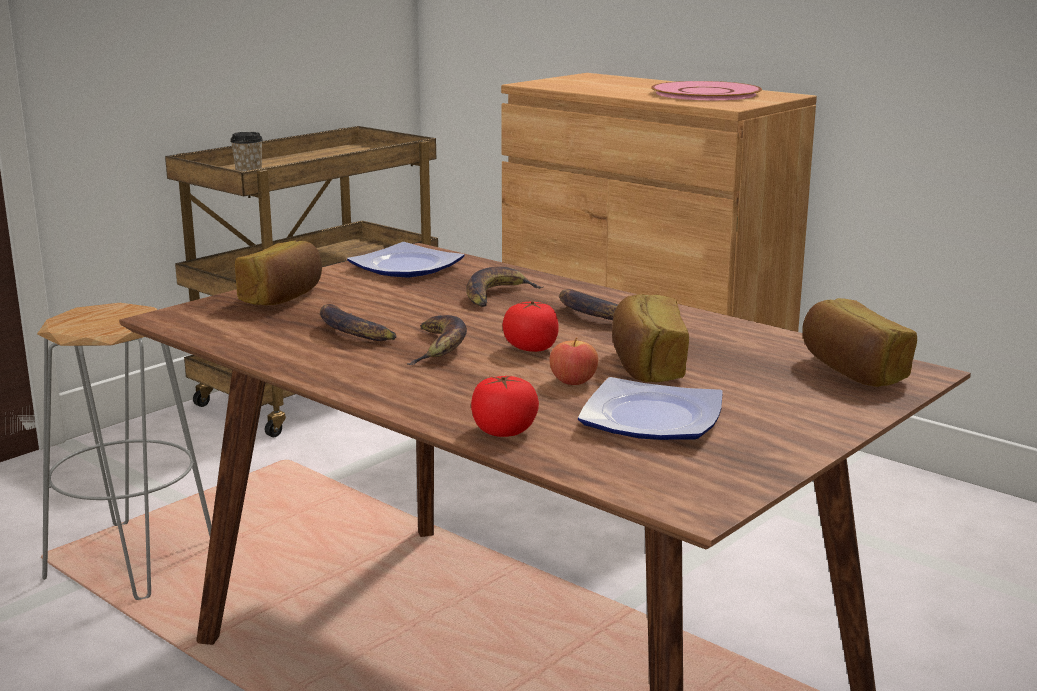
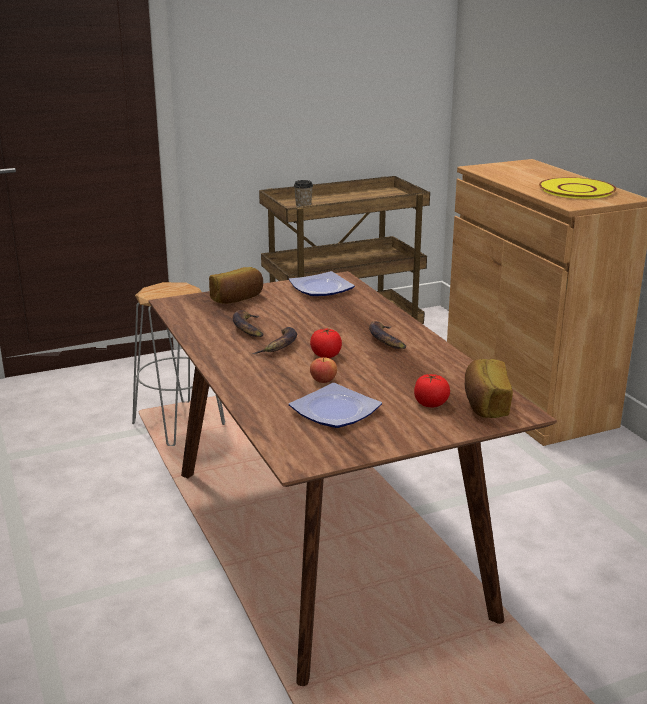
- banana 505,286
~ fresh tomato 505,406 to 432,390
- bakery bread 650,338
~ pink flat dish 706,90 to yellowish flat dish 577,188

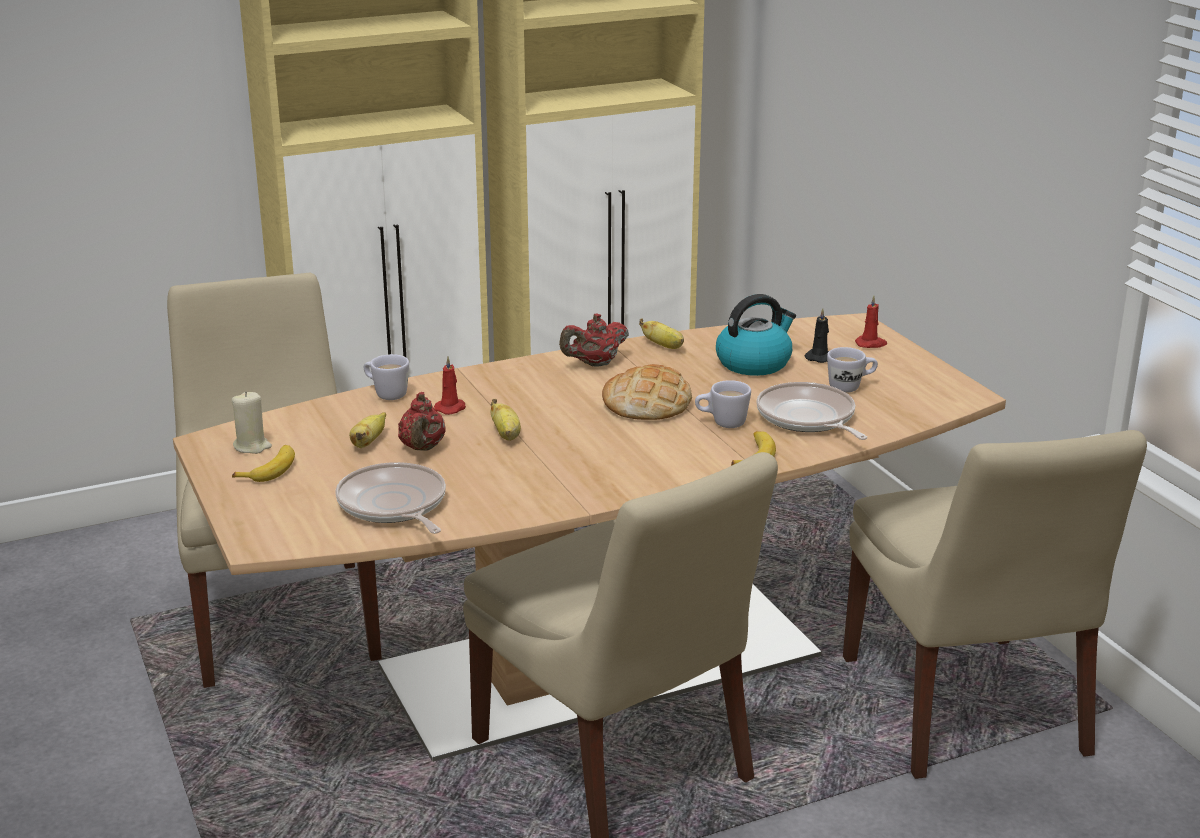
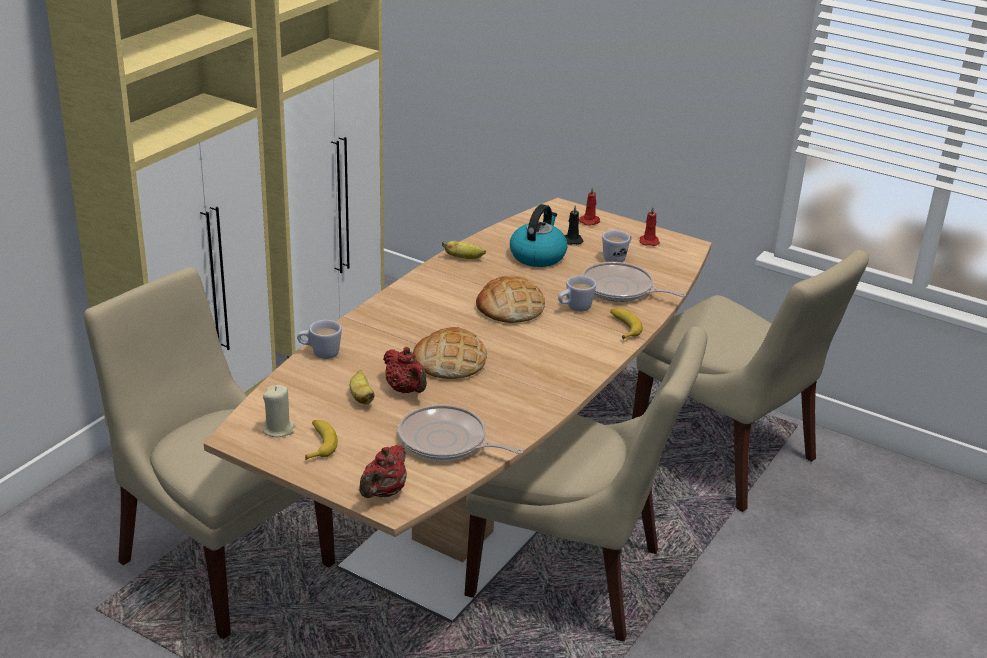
~ red-coloured candle 450,385 to 649,226
~ banana 506,420 to bakery bread 450,353
~ red-coloured pot for tea 594,340 to 383,471

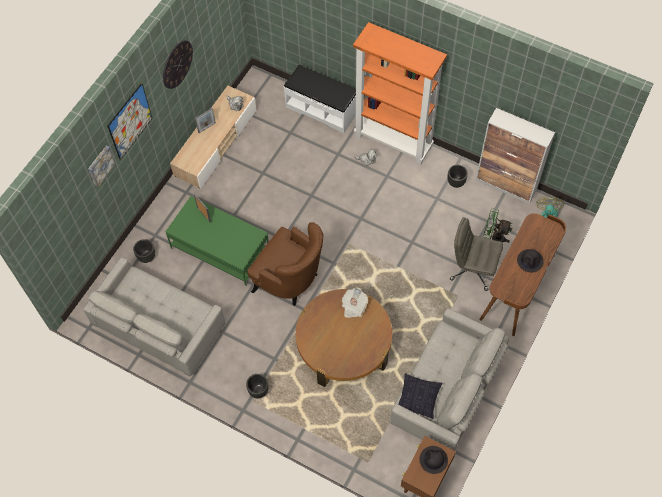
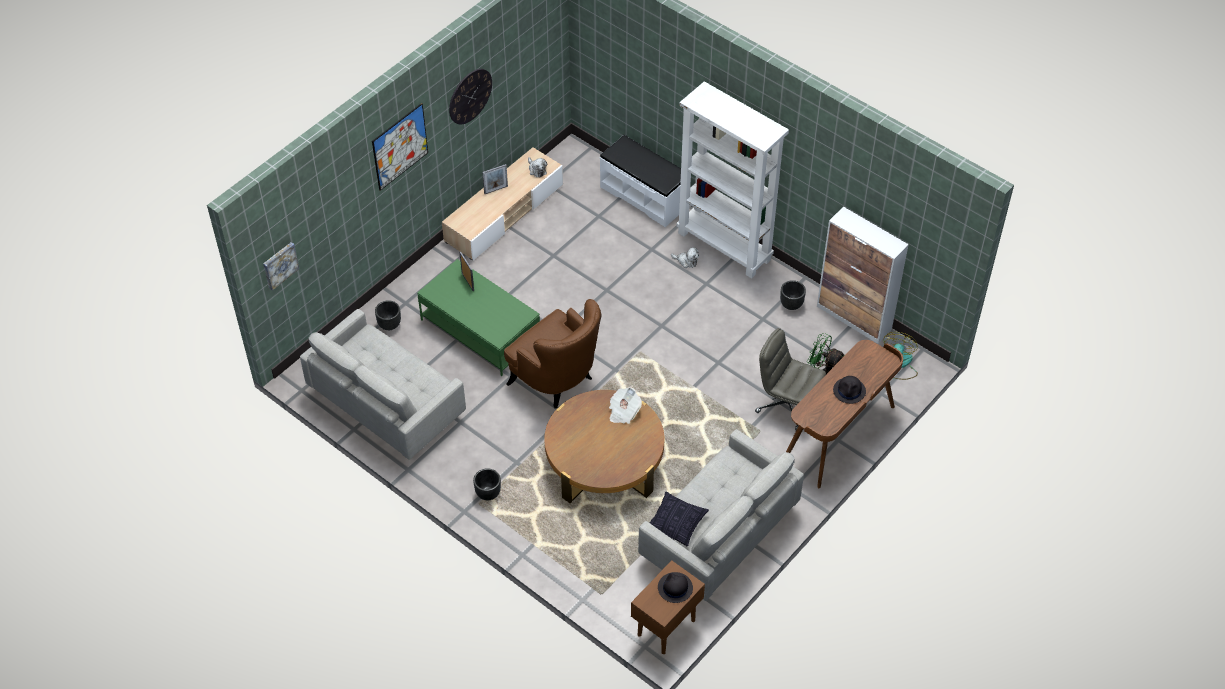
~ wall art 102,166 to 281,266
~ orange shelving unit 400,93 to white-coloured shelving unit 732,179

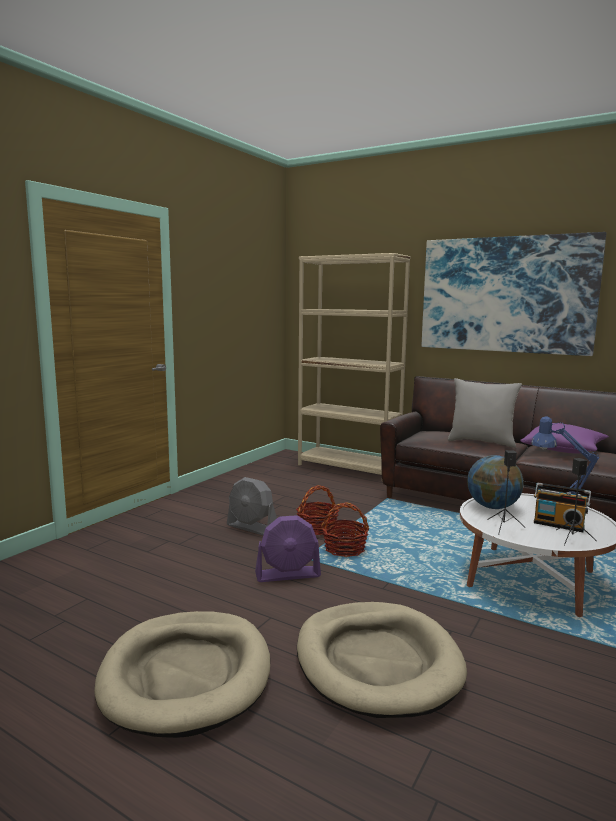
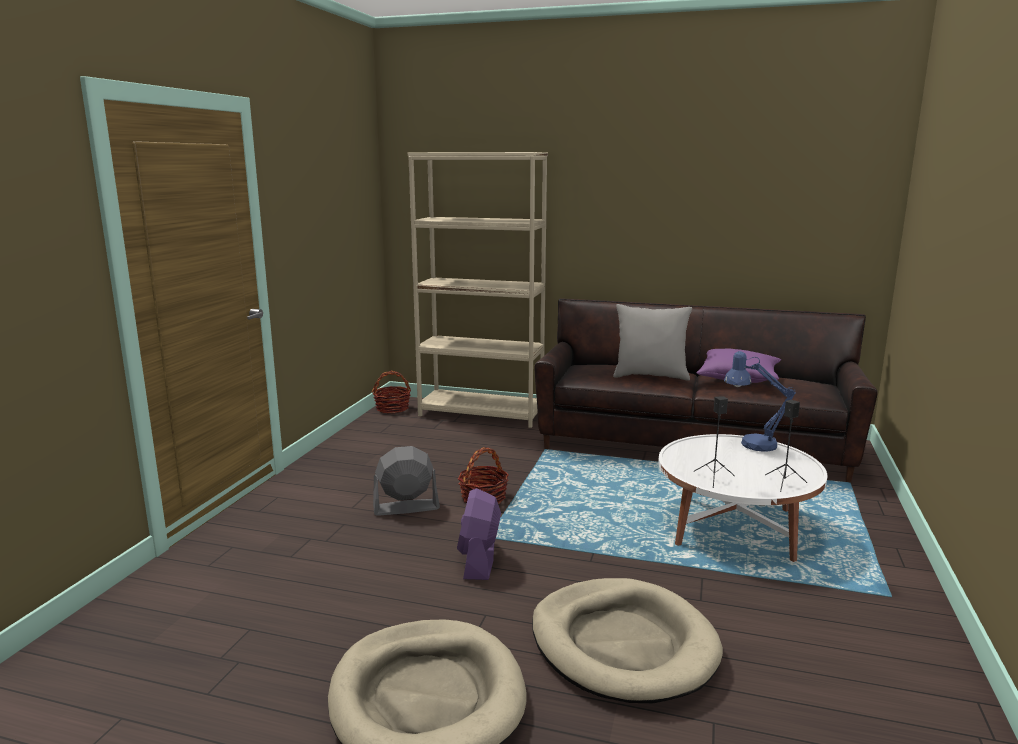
~ gray fan 252,506 = 406,481 150 degrees clockwise
~ purplish fan 288,548 = 479,534 120 degrees clockwise
~ household basket 345,529 to 391,392
- wall art 514,294
- world globe 495,482
- radio receiver 562,507

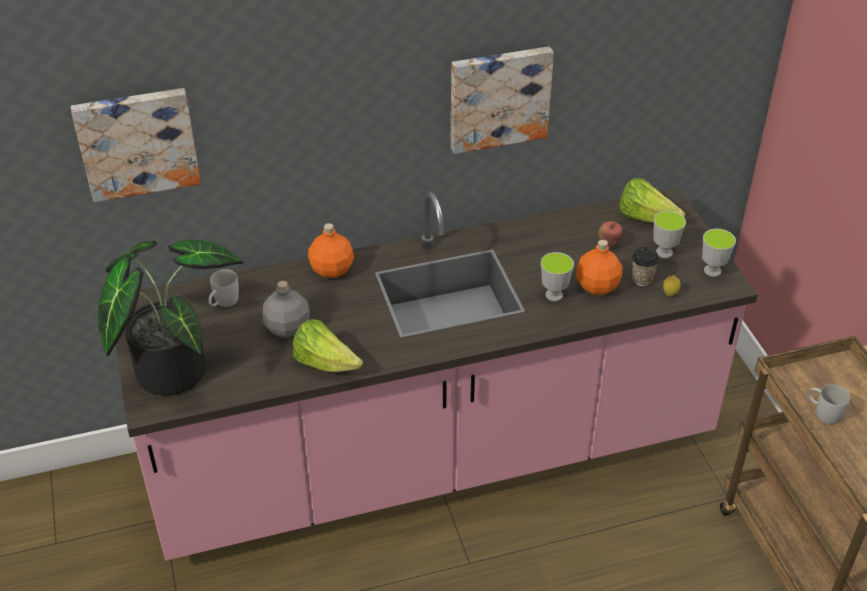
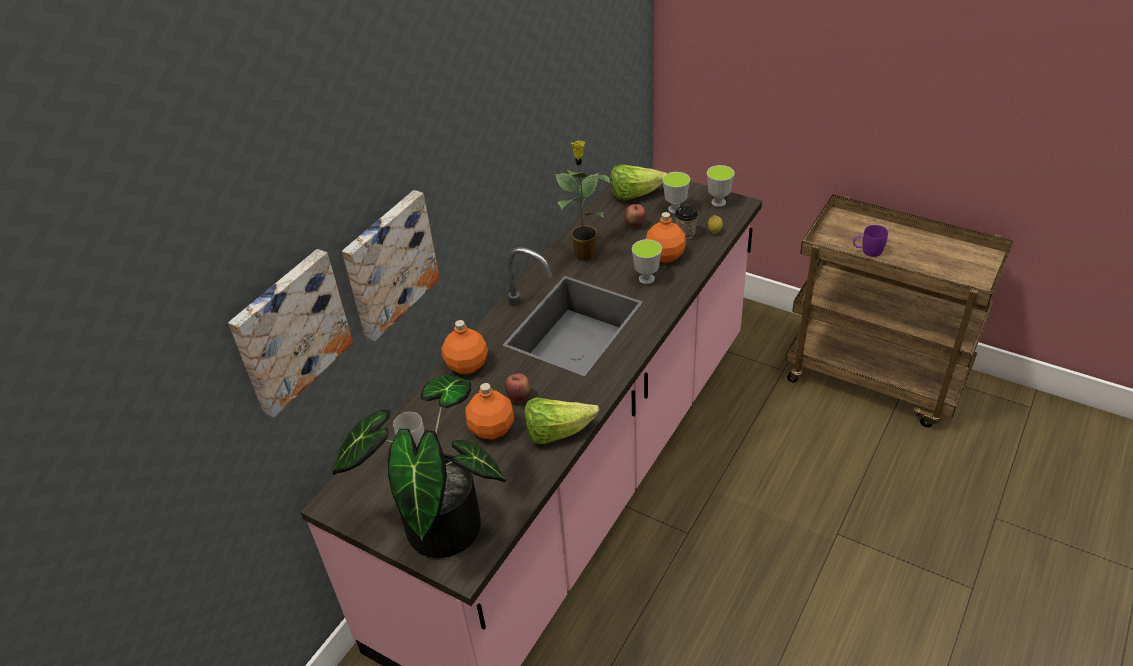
~ gray bottle 285,309 to orange bottle 489,411
~ wall art 502,100 to 391,266
~ white-coloured coffee mug 829,404 to purplish coffee mug 870,241
+ apple fruit 518,388
+ potted plant 583,201

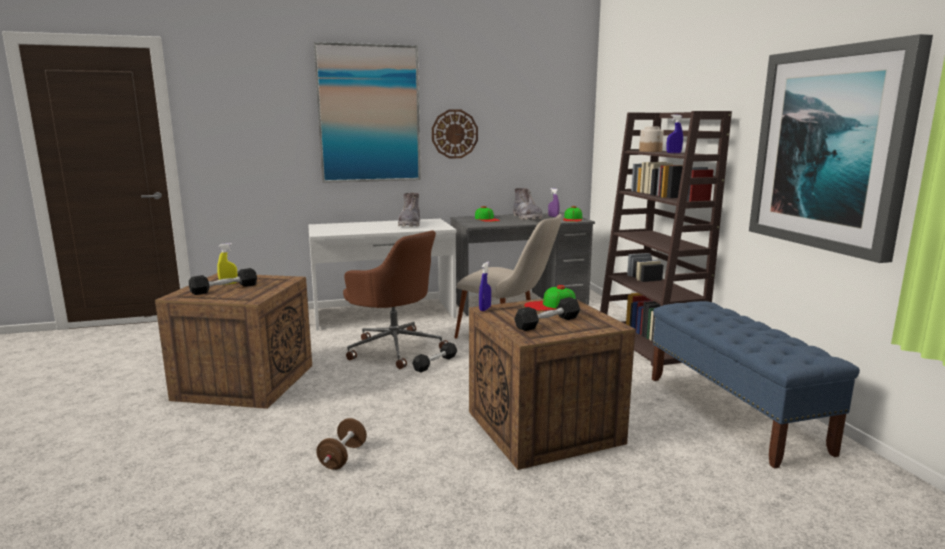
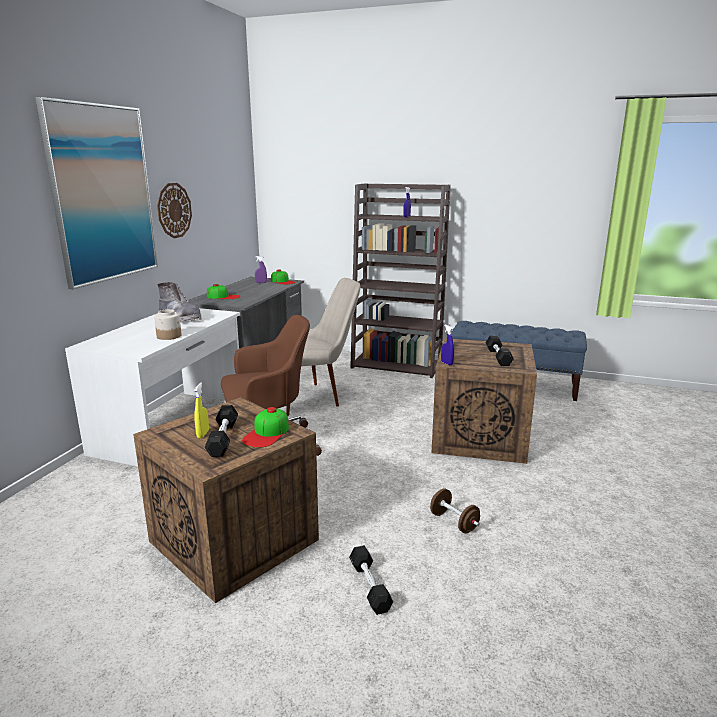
~ blackish free weight 434,357 to 371,580
- gray tall boot 527,204
~ baseball cap 550,298 to 265,427
~ preserve jar 651,139 to 167,324
- wall art 841,148

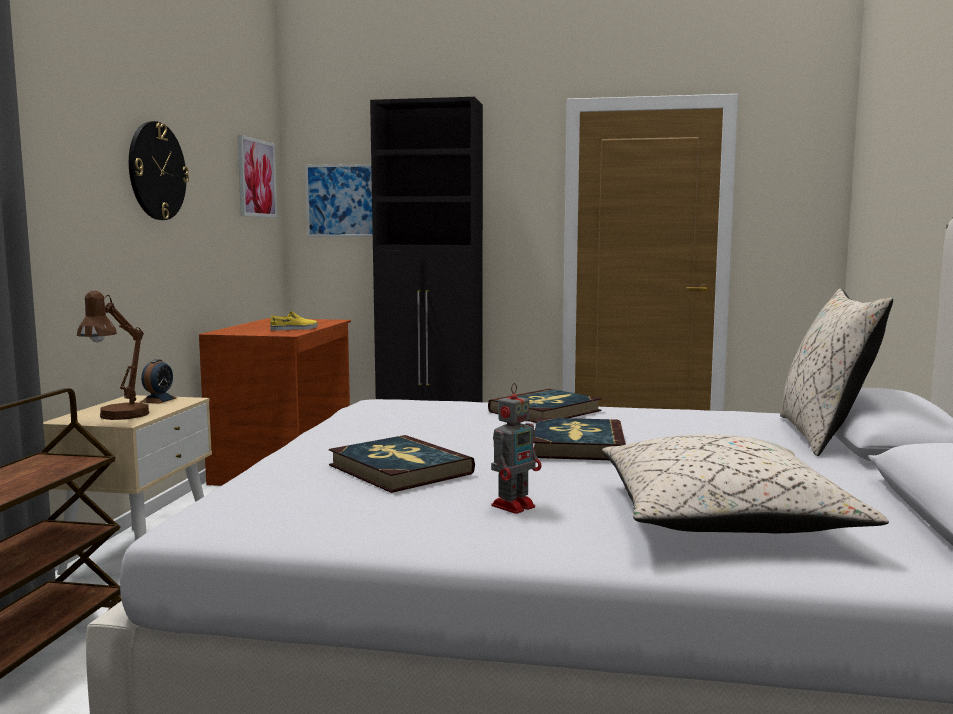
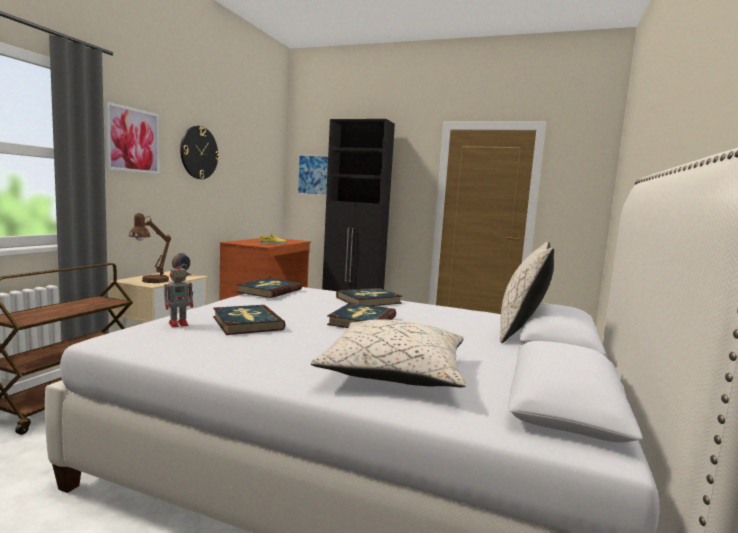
~ wall art 257,176 to 131,138
~ model robot 516,448 to 178,294
+ volume 269,288

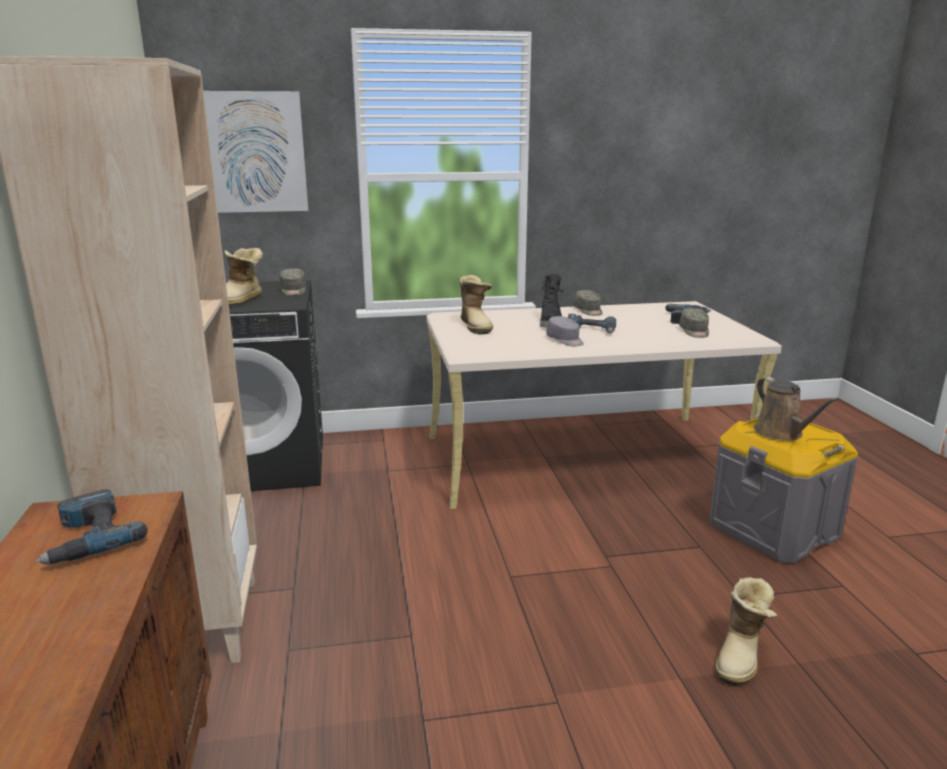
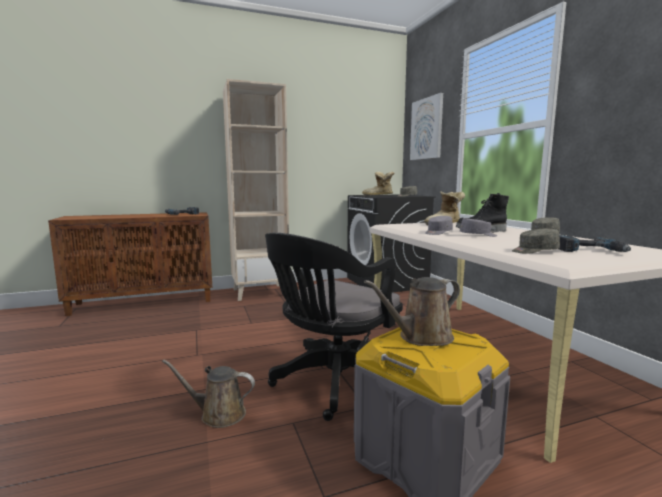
~ power drill 592,324 to gray baseball cap 478,227
~ tall boot 746,631 to brown watering pot 208,394
+ blackish computer chair 334,327

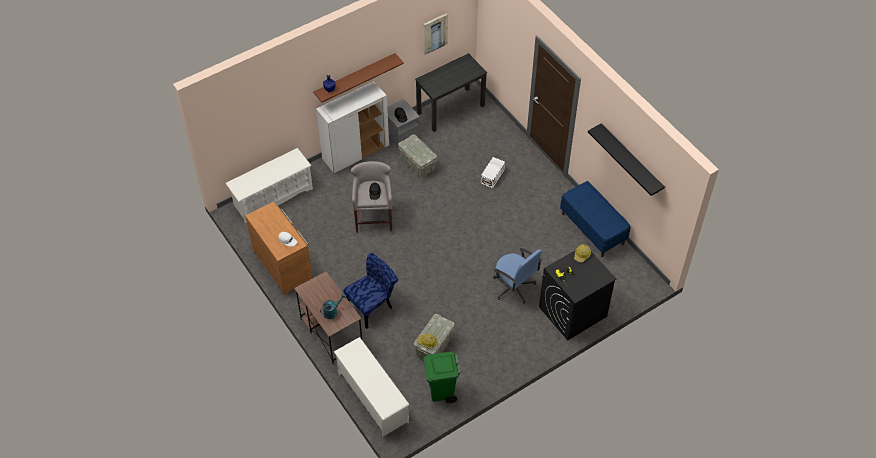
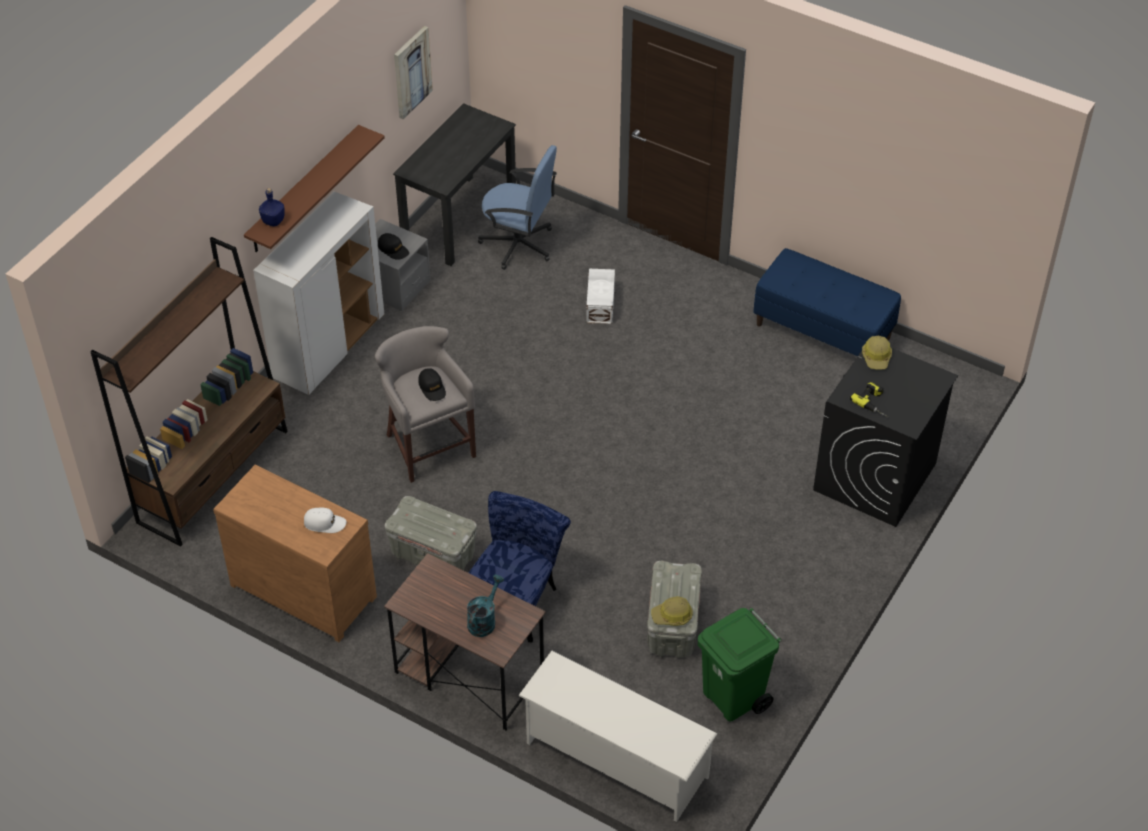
~ white-coloured shoe shelf 269,185 to brown shelving unit 189,392
~ gray storage bin 417,156 to 430,533
~ blue-coloured computer chair 517,275 to 517,207
- blackish bracket shelf 626,160

